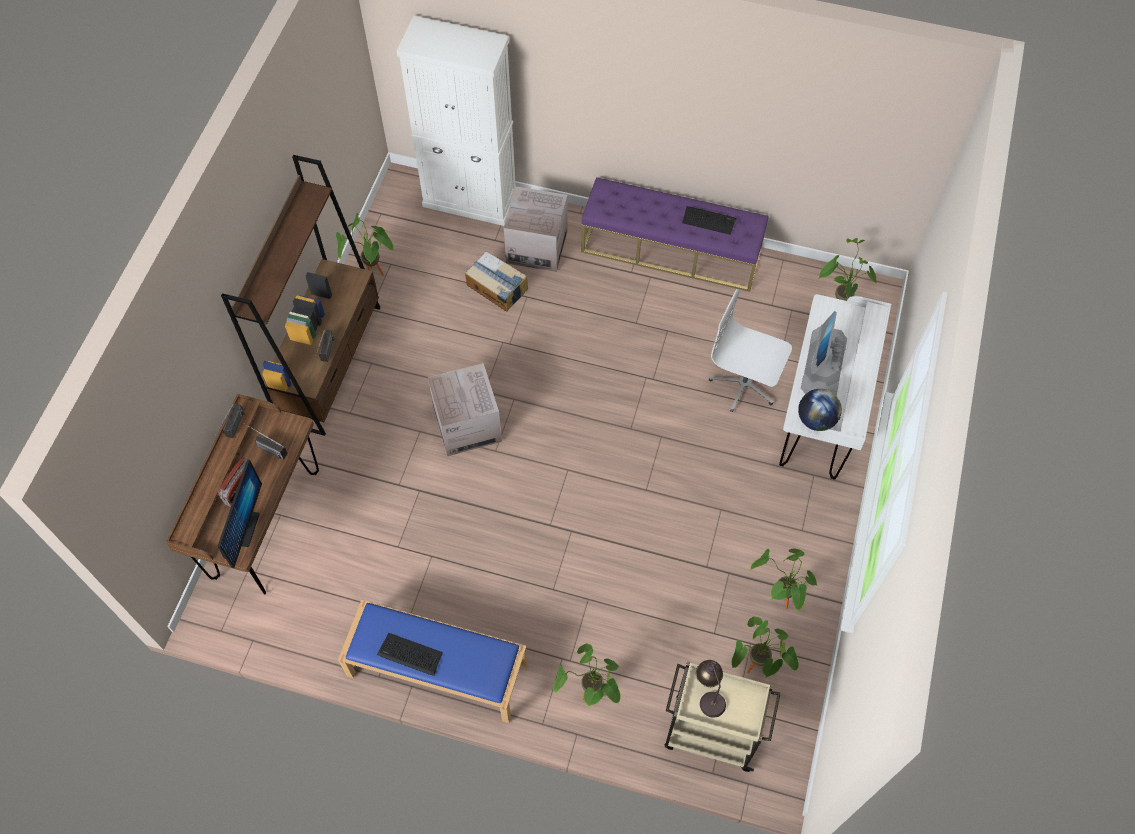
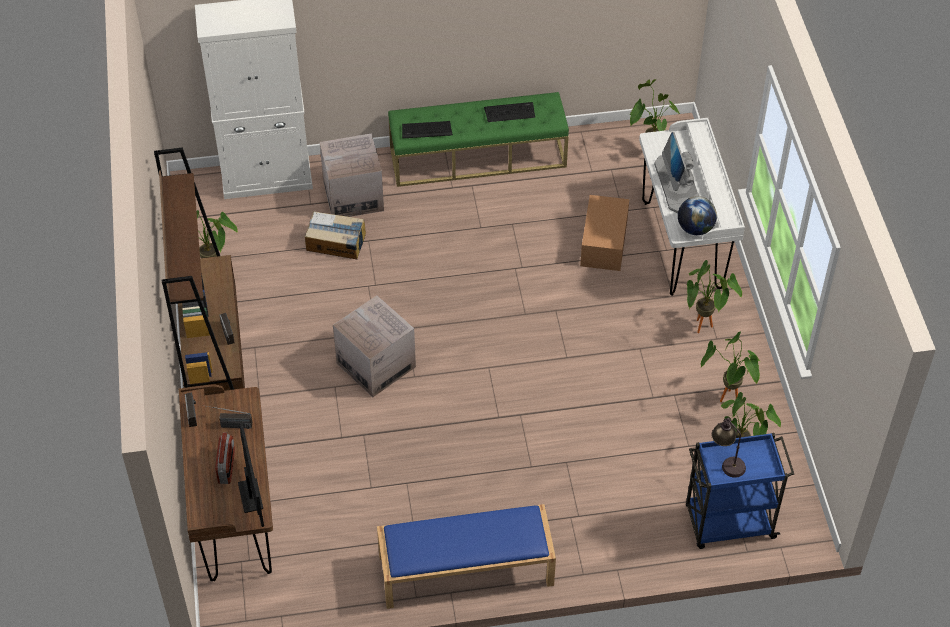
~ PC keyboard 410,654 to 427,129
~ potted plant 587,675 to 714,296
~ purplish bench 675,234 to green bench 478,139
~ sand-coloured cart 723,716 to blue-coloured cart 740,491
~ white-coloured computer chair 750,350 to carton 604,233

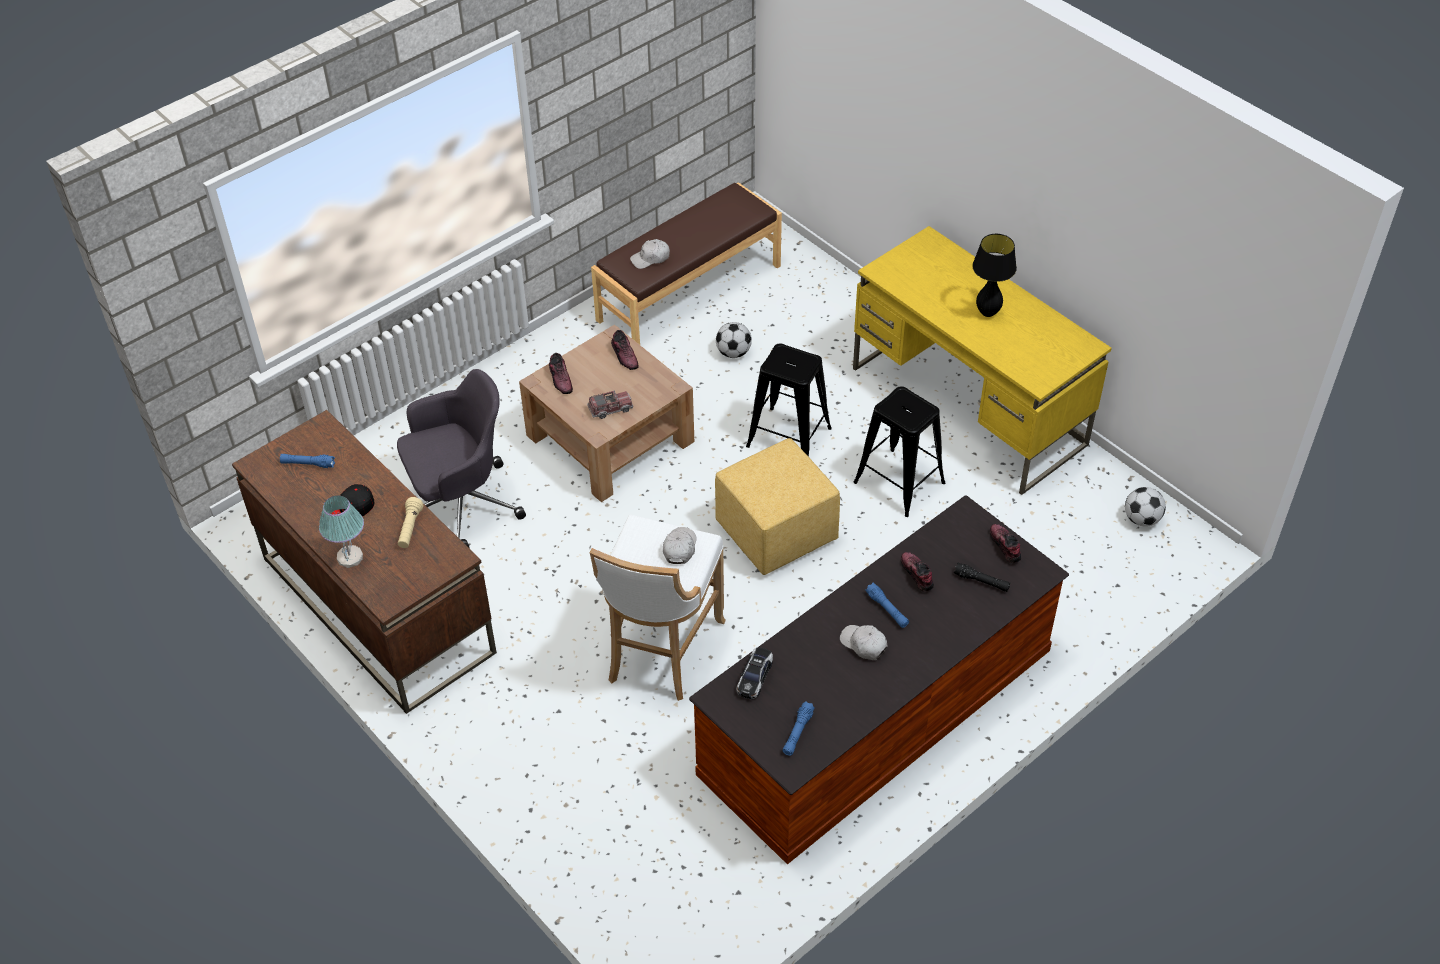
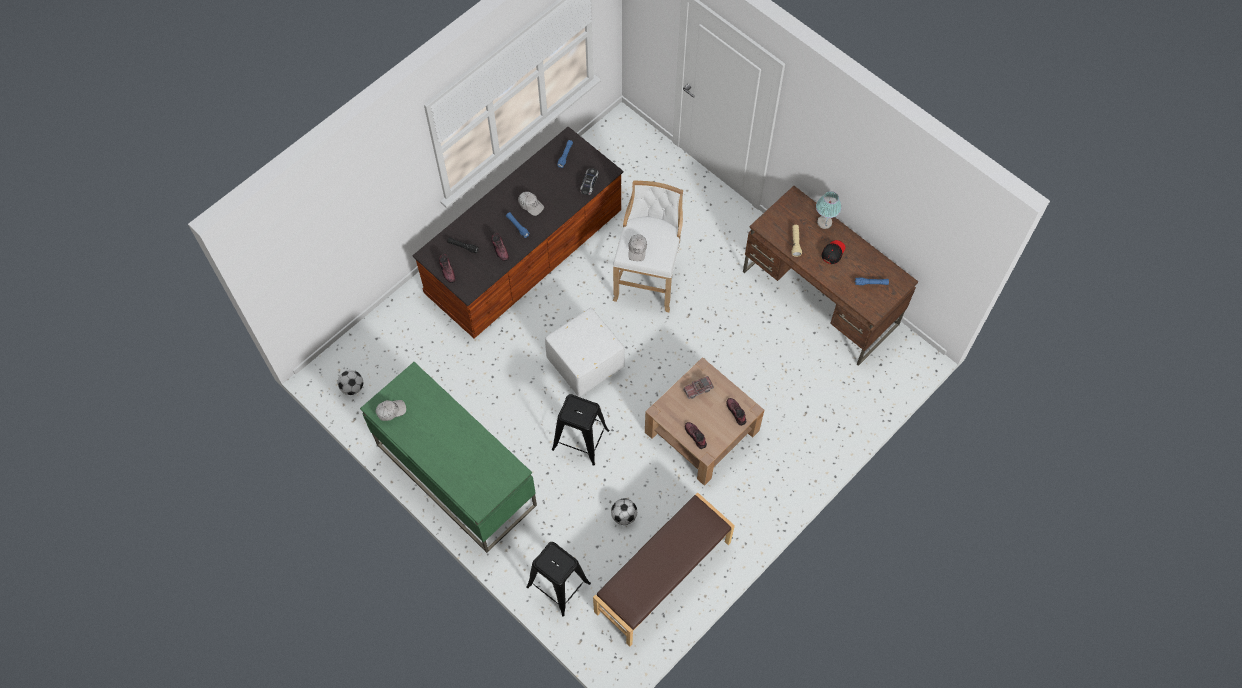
- gray computer chair 461,458
~ white-coloured baseball cap 650,254 to 390,410
~ yellowish pouffe 777,506 to white-coloured pouffe 585,352
~ yellowish desk table 982,360 to green desk table 448,457
~ blackish stool 899,451 to 558,579
- blackish lamp for a table 994,275

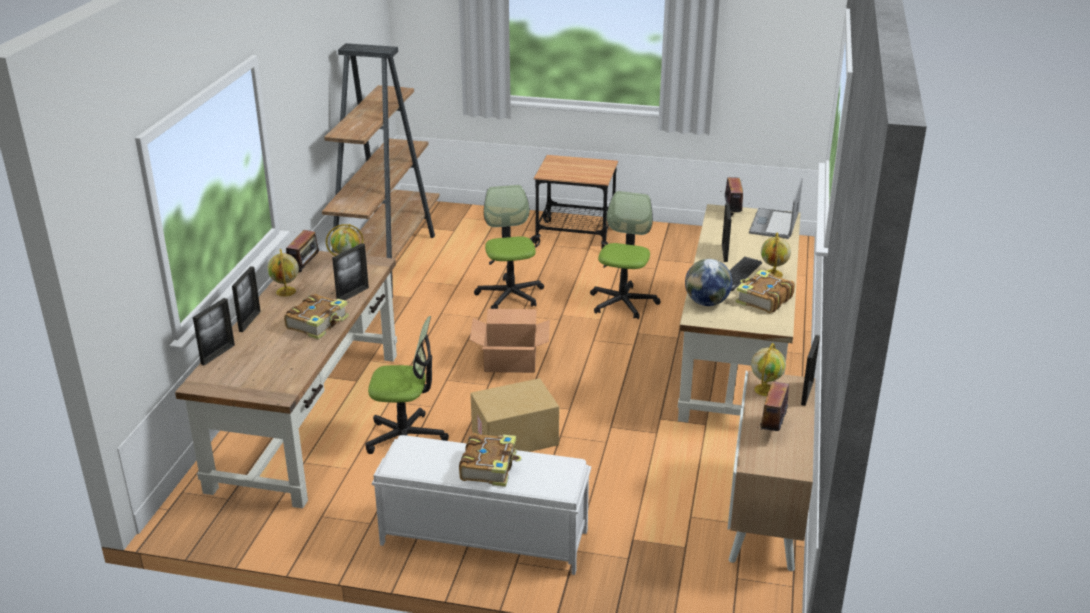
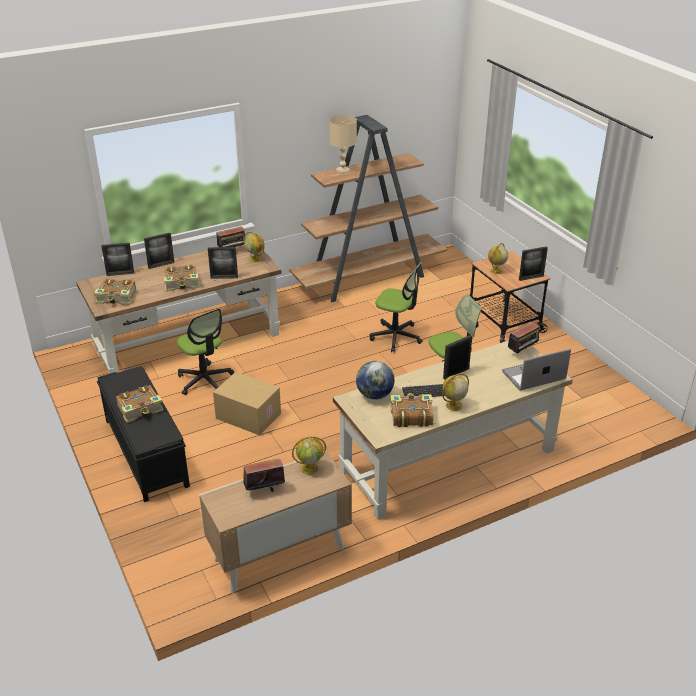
~ world globe 283,273 to 498,258
~ white-coloured bench 481,505 to blackish bench 143,434
- carton 510,341
~ computer chair 509,247 = 396,307 75 degrees clockwise
~ standing frame 810,370 to 533,263
+ volume 115,292
+ sand-coloured lamp for a table 343,144

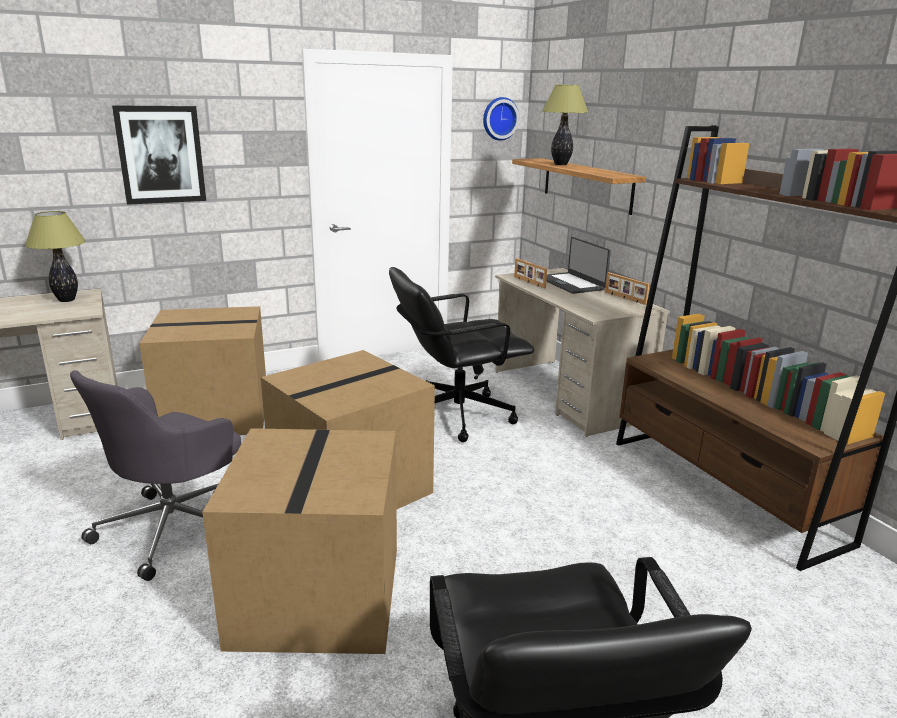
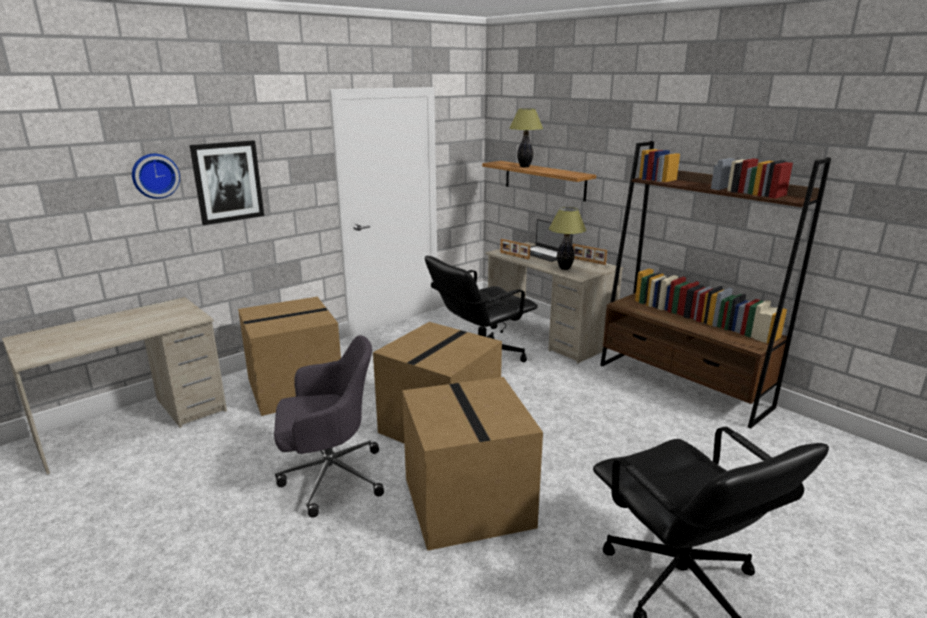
~ lamp for a table 55,256 to 567,238
~ gray computer chair 155,475 = 329,426 120 degrees counterclockwise
~ wall clock 501,119 to 156,176

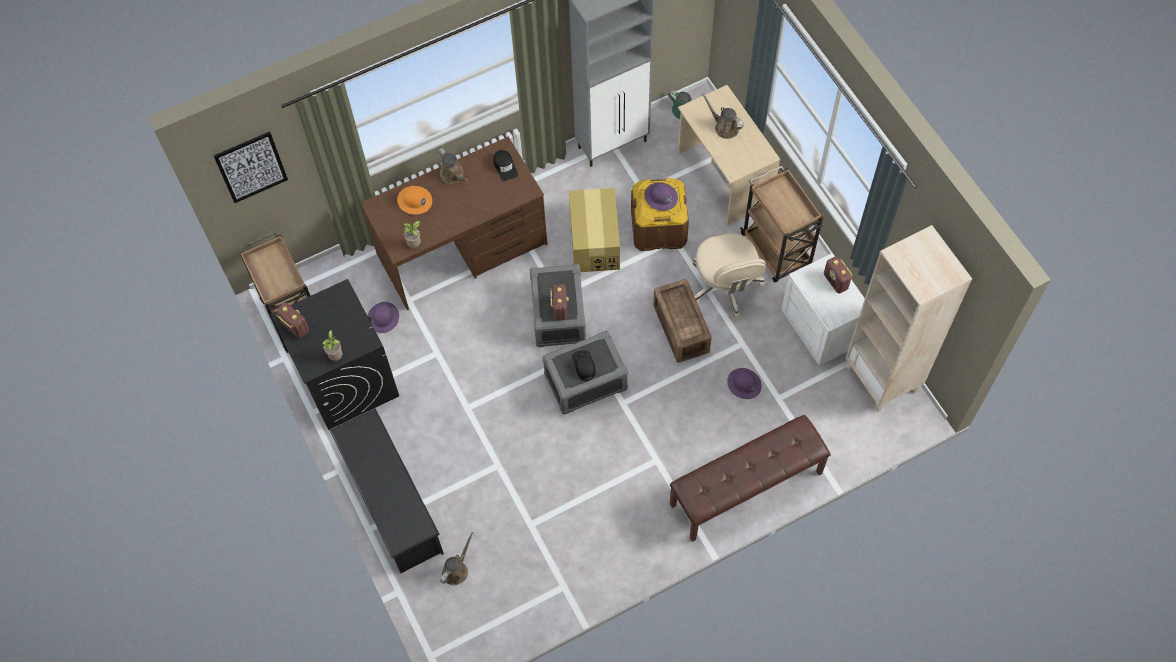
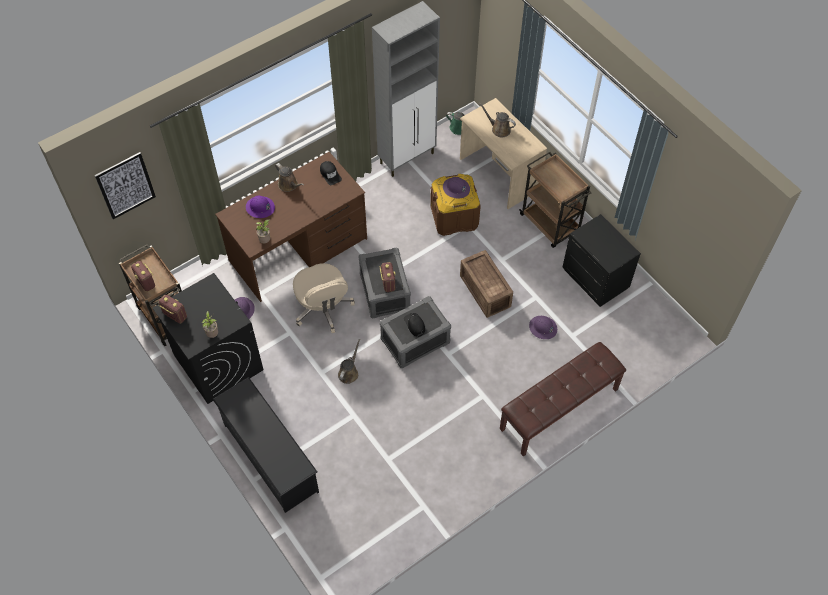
~ orange safety helmet 414,200 to purplish safety helmet 260,207
~ brown watering pot 456,558 to 349,361
- carton 594,230
~ sand-coloured computer chair 729,275 to 324,298
~ white-coloured bedside table 823,309 to blackish bedside table 601,260
~ radio receiver 838,275 to 143,276
- sand-coloured shelving unit 909,318

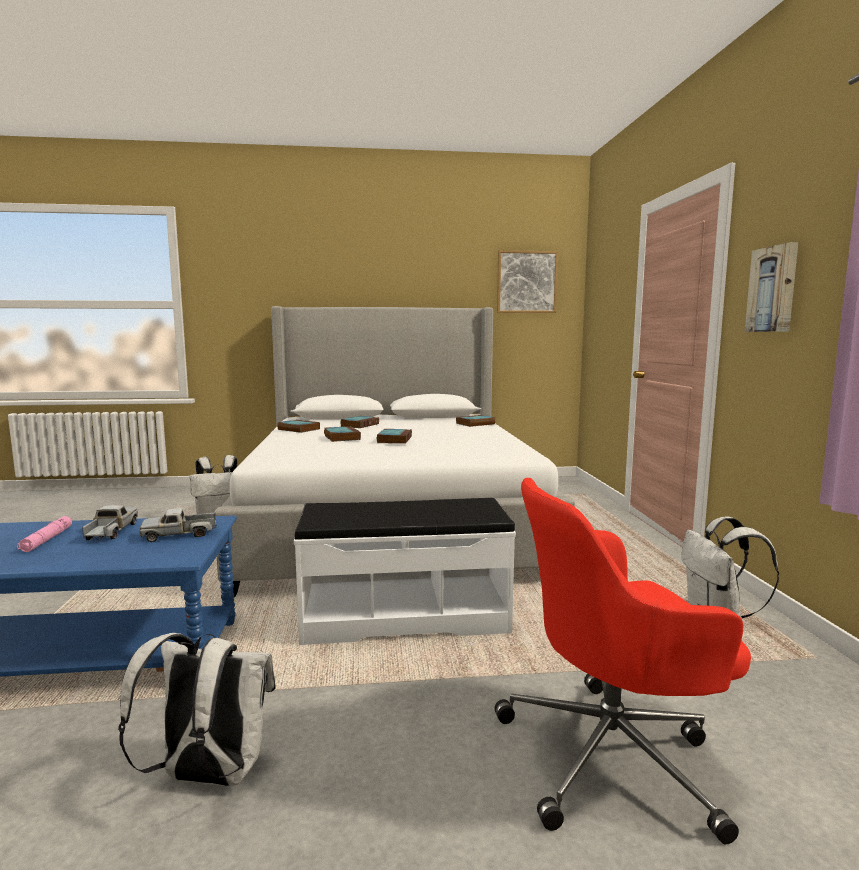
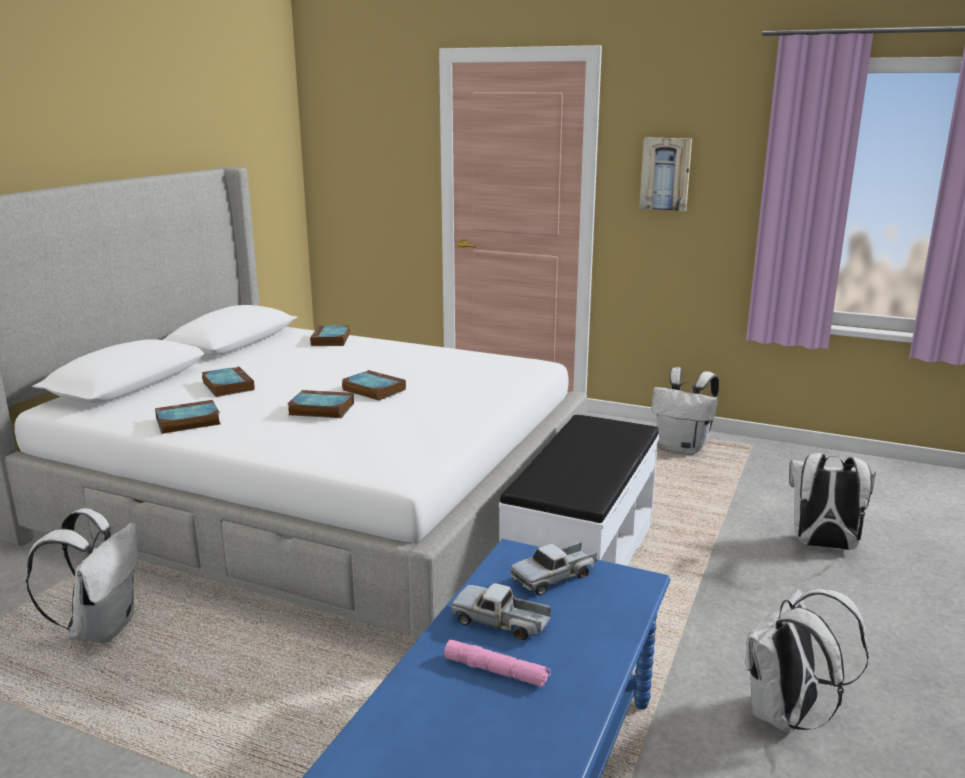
~ toy truck 178,525 = 553,568 45 degrees clockwise
~ red-coloured computer chair 623,661 to white-coloured backpack 832,501
- wall art 527,281

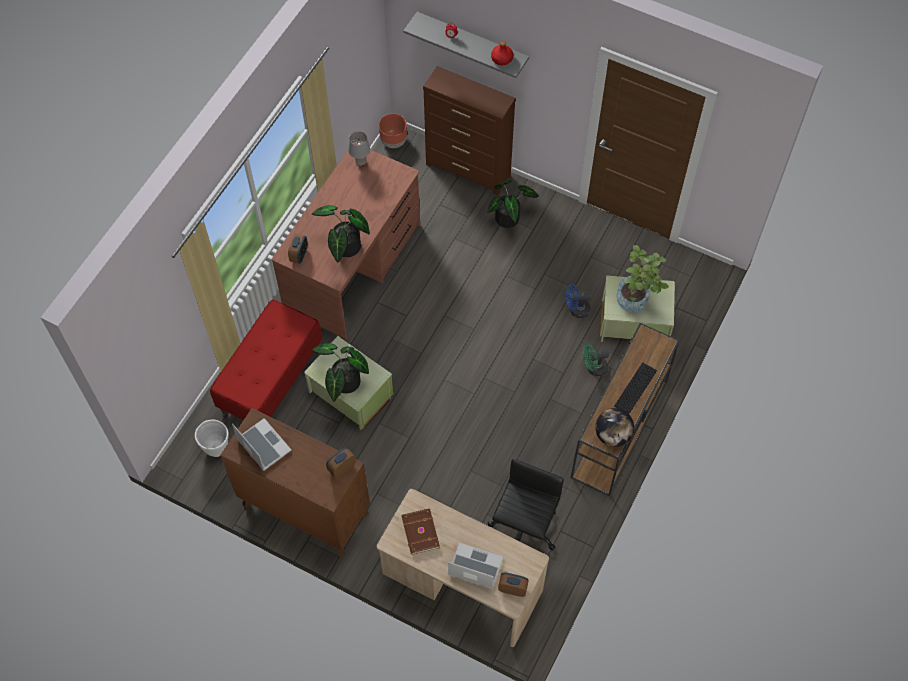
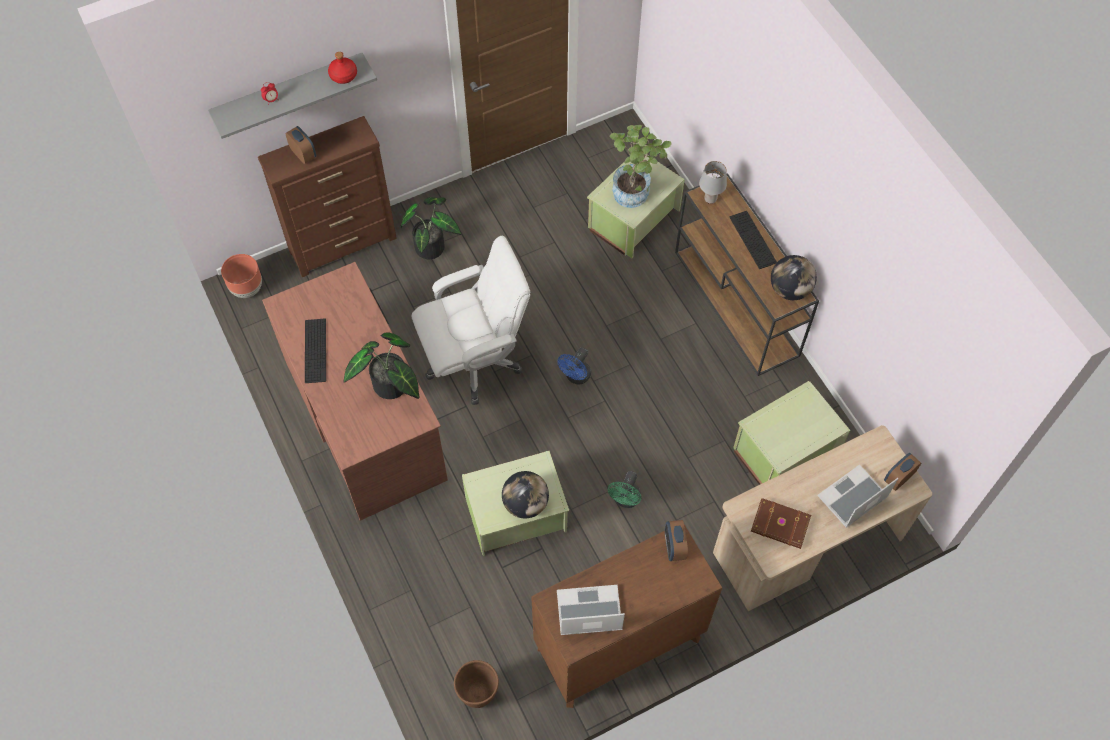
~ white-coloured planter 212,438 to brown planter 476,684
- red-coloured bench 266,359
~ table clock 298,249 to 300,145
~ potted plant 340,372 to world globe 525,494
~ gray lamp for a table 359,148 to 713,182
~ blackish computer chair 526,504 to green storage bin 791,433
~ blue-coloured fan 578,301 to 574,366
~ green fan 596,360 to 624,489
+ PC keyboard 315,350
+ white-coloured computer chair 470,320

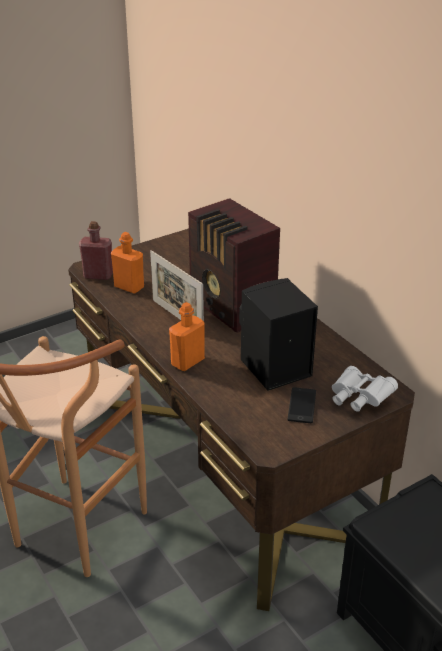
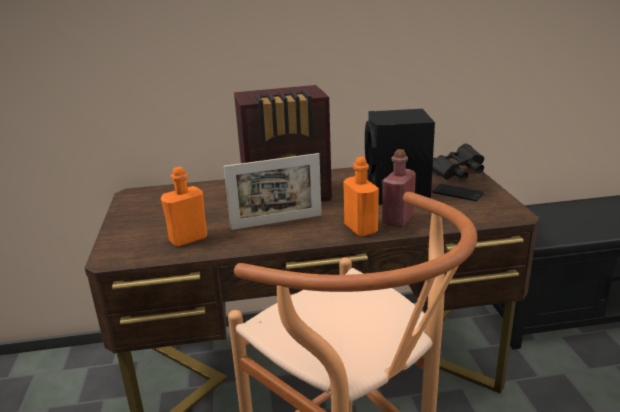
~ red-coloured bottle 96,250 to 399,188
~ white-coloured pair of binoculars 365,389 to blackish pair of binoculars 458,162

